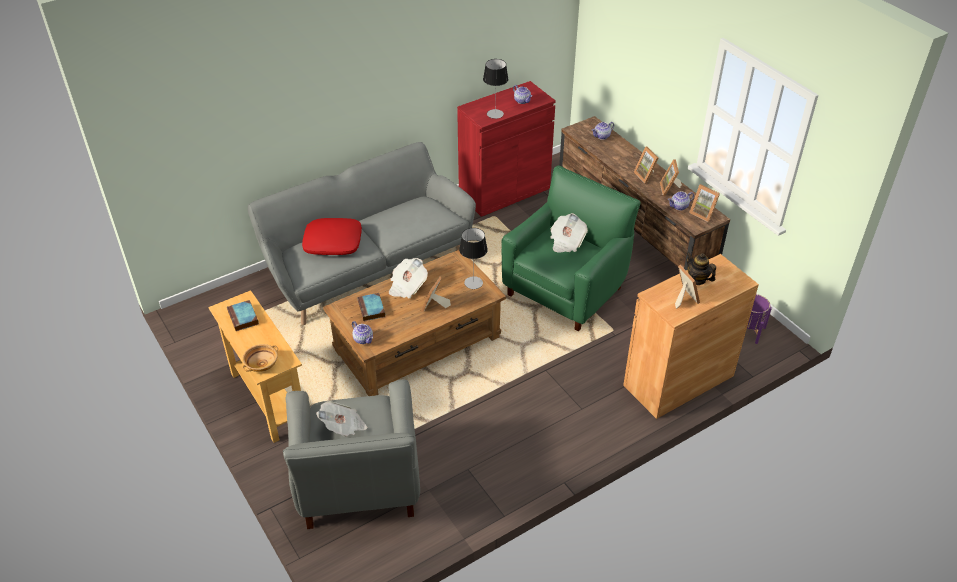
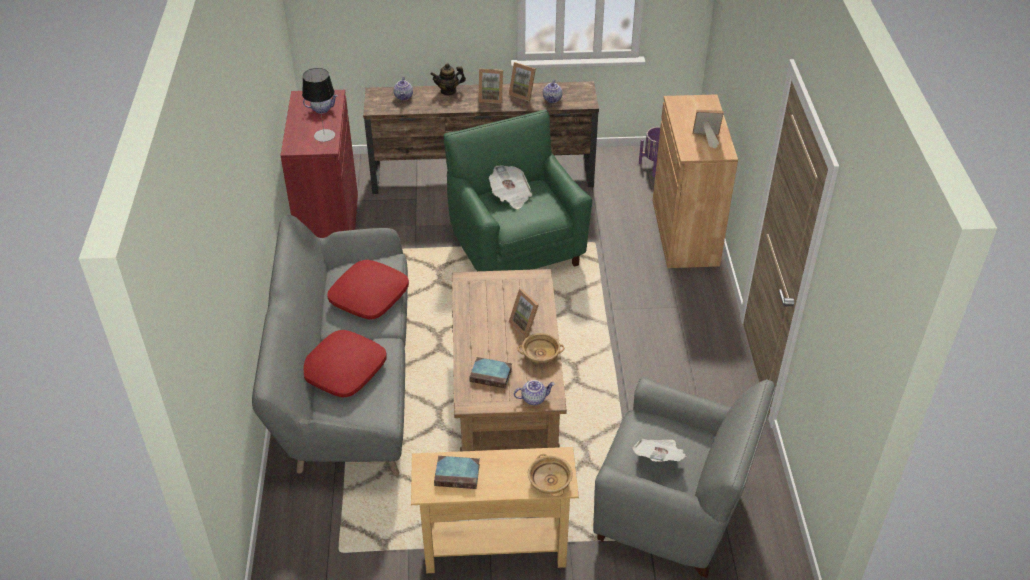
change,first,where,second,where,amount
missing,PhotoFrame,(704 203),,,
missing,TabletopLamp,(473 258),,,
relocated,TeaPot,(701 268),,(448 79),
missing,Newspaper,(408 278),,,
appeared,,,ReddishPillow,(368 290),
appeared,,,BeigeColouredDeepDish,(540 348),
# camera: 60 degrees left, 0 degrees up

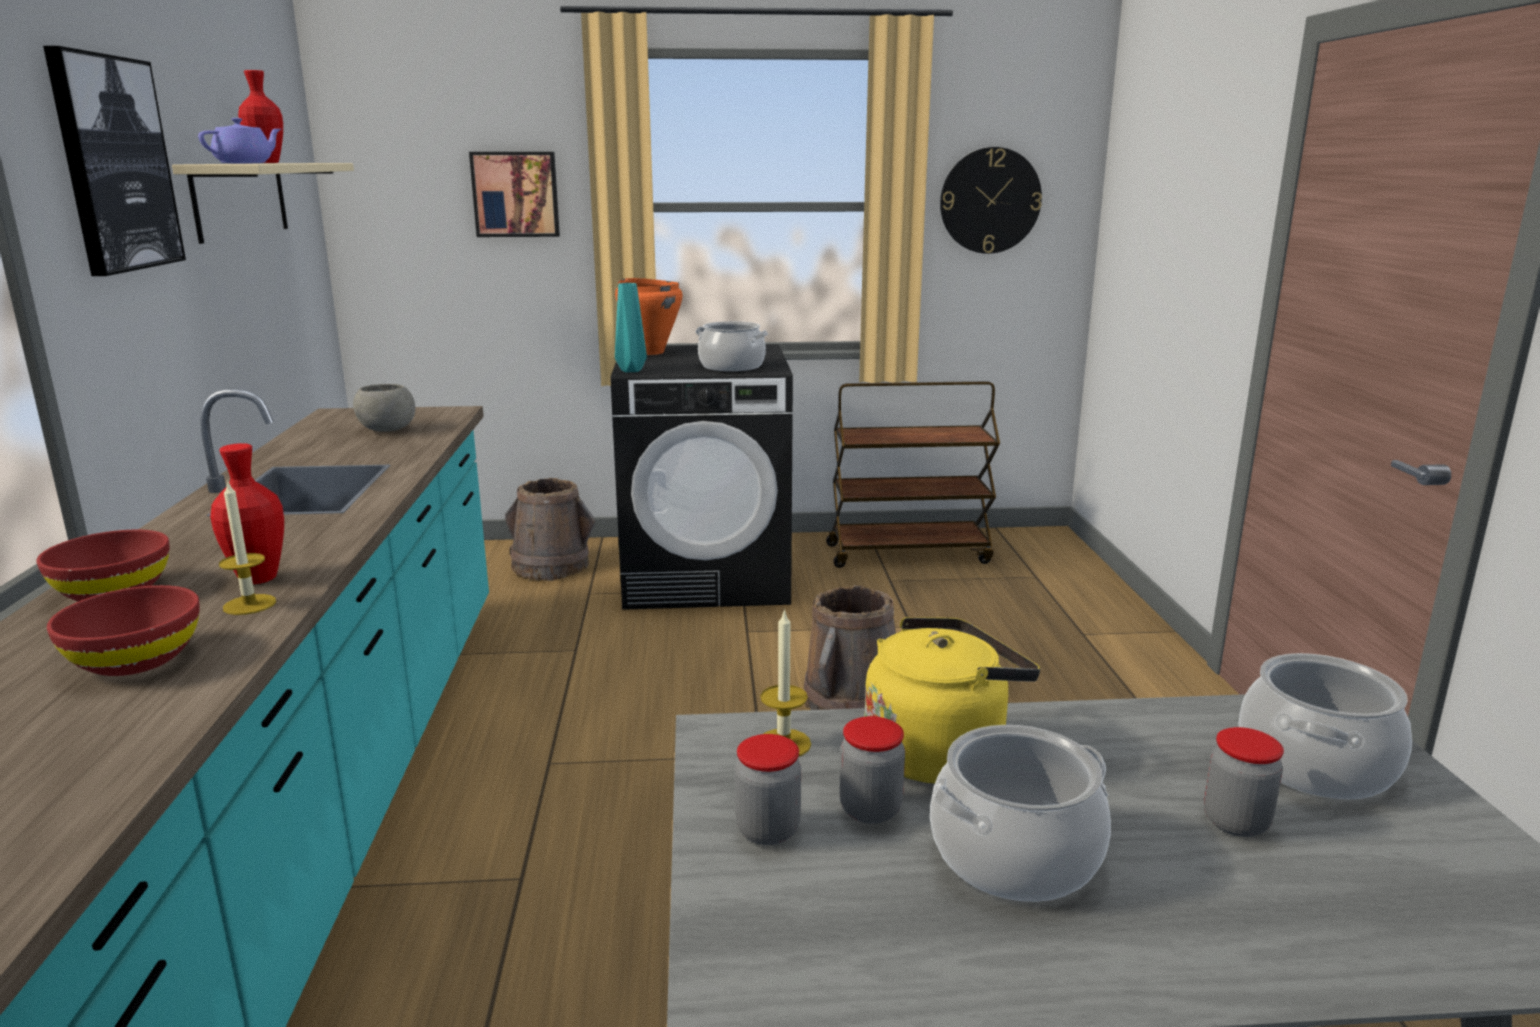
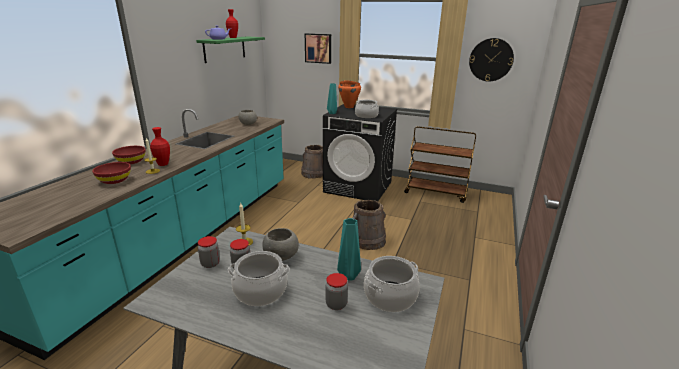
change,first,where,second,where,amount
missing,WallPicture,(114 161),,,
colour,BeigeColouredShelf,(263 203),GreenishShelf,(230 50),
exchanged,YellowColouredKettle,(952 700),GrayDeepDish,(280 244),
appeared,,,TurquoiseDecorativeVase,(349 249),
# camera: 25 degrees right, 5 degrees up

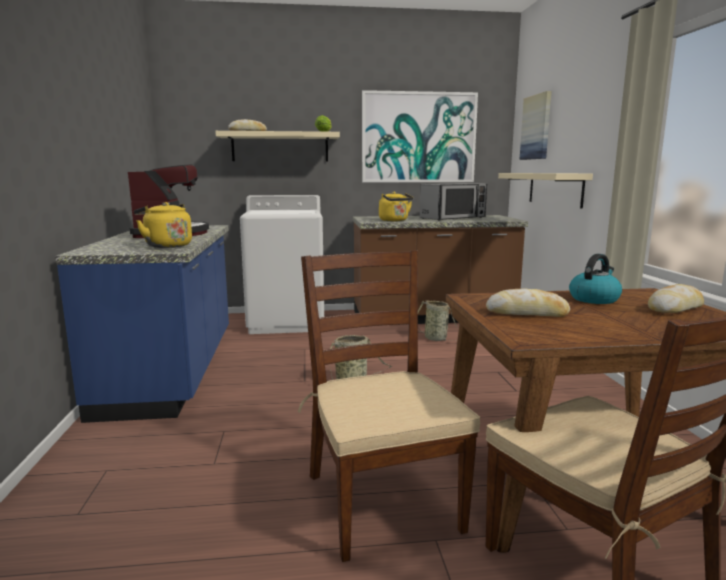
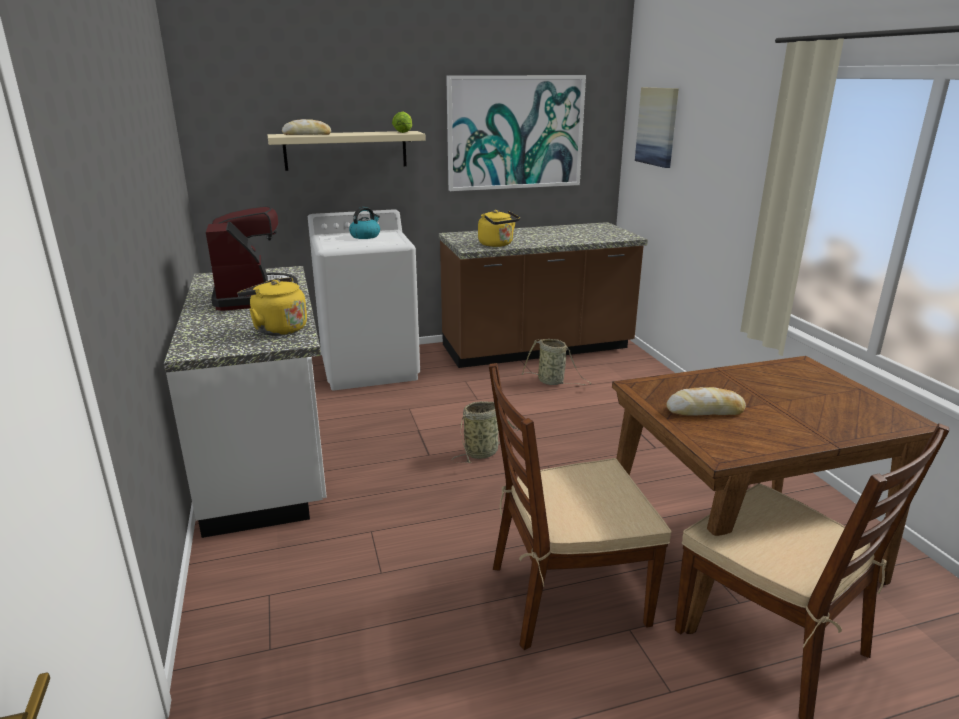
change,first,where,second,where,amount
missing,BeigeColouredShelf,(545 191),,,
missing,KitchenMicrowave,(453 202),,,
colour,BlueKitchenCounter,(142 324),WhiteColouredKitchenCounter,(245 402),
spun,BrownColouredChair,(389 406),,(580 506),75 degrees counterclockwise
relocated,Kettle,(595 279),,(364 223),
missing,BakeryBread,(676 299),,,
# camera: 10 degrees left, 10 degrees up

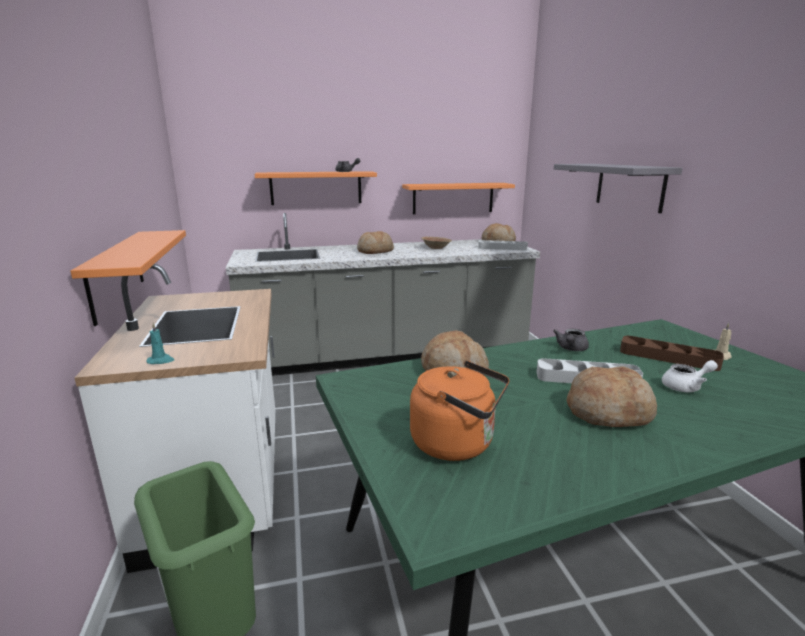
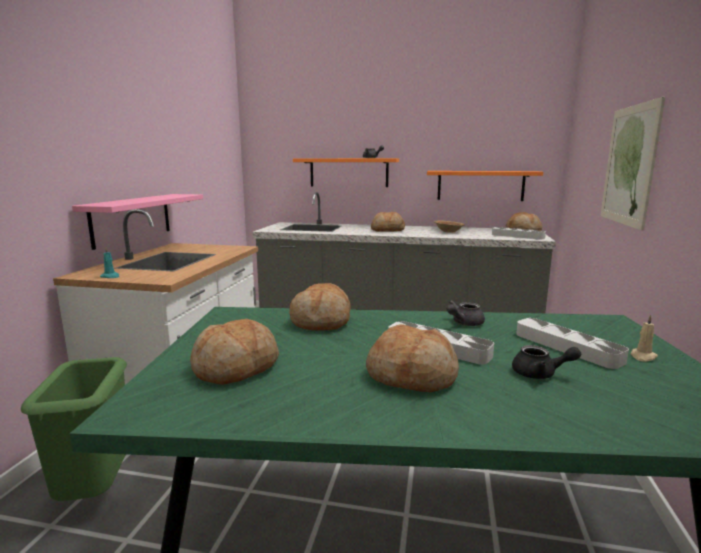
change,first,where,second,where,amount
exchanged,GrayShelf,(618 188),WallPicture,(632 163),
colour,OrangeyShelf,(128 278),PinkShelf,(137 222),
colour,BrownColouredCarryingTray,(672 353),GrayCarryingTray,(572 343),
colour,WhiteColouredTeaPot,(690 376),BlackTeaPot,(547 362),
exchanged,OrangeyKettle,(459 411),BakeryBread,(234 352),
# camera: 25 degrees right, 5 degrees down

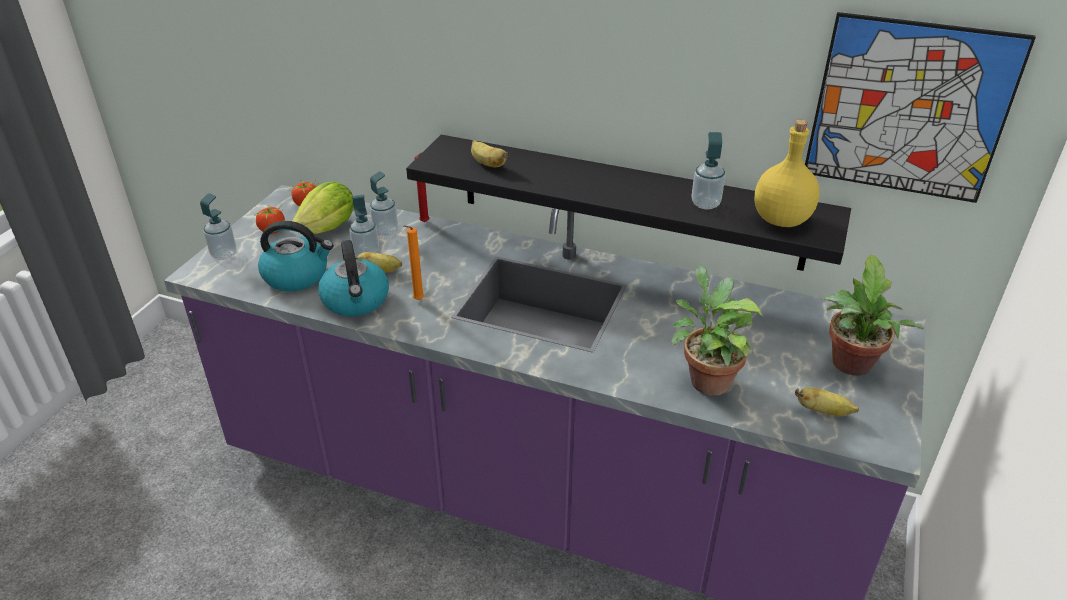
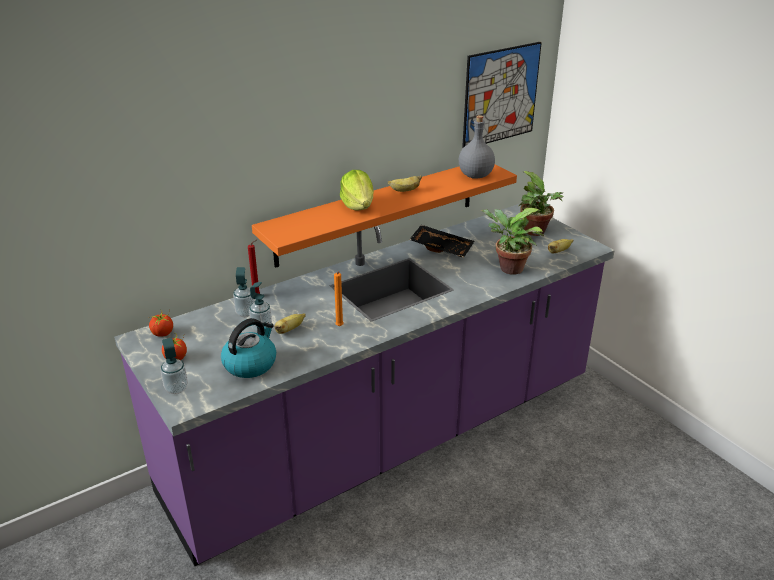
change,first,where,second,where,amount
colour,YellowColouredBottle,(787 173),GrayBottle,(477 147),
missing,SoapDispenser,(708 170),,,
colour,BlackShelf,(628 203),OrangeyShelf,(384 216),
relocated,Banana,(490 153),,(405 184),
relocated,LettuceHead,(323 207),,(357 190),
missing,Kettle,(353 278),,,
appeared,,,BlackCarryingTray,(441 241),
# camera: 55 degrees left, 5 degrees down

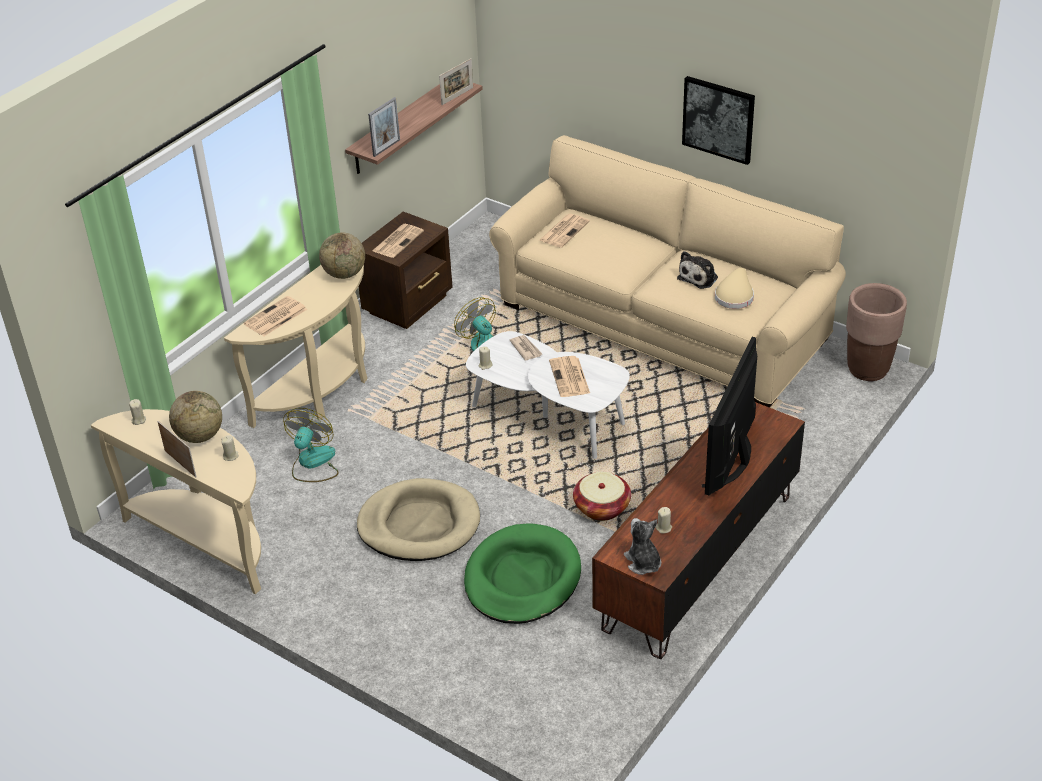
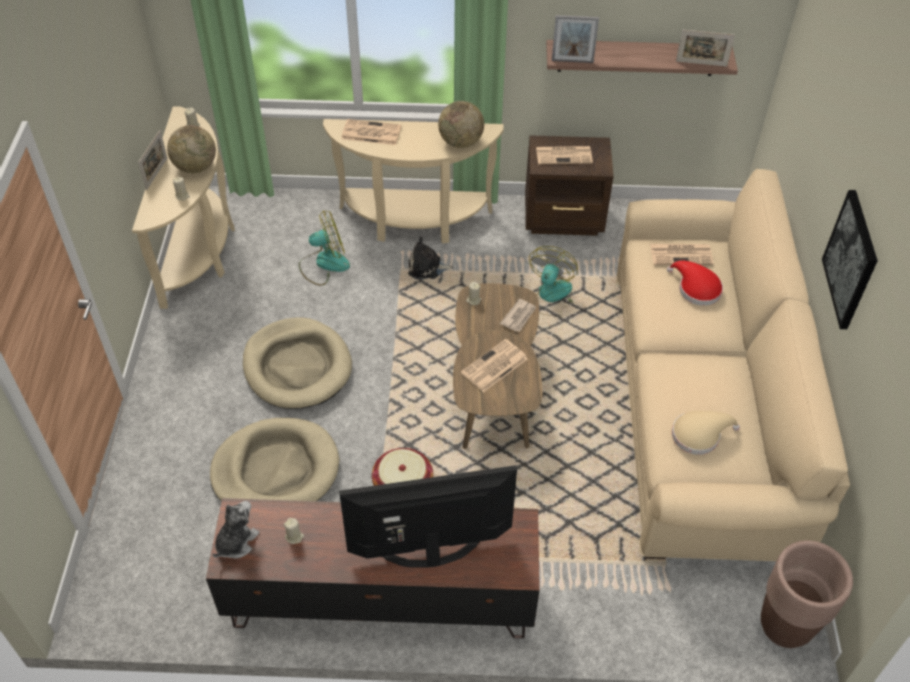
change,first,where,second,where,amount
relocated,SoftToy,(697 270),,(431 258),
colour,WhiteColouredLoungeTable,(548 395),BrownColouredLoungeTable,(498 366),
colour,GreenishDogCushion,(522 573),BeigeColouredDogCushion,(275 460),
appeared,,,ReddishClothingHat,(695 283),
# camera: 55 degrees right, 10 degrees up

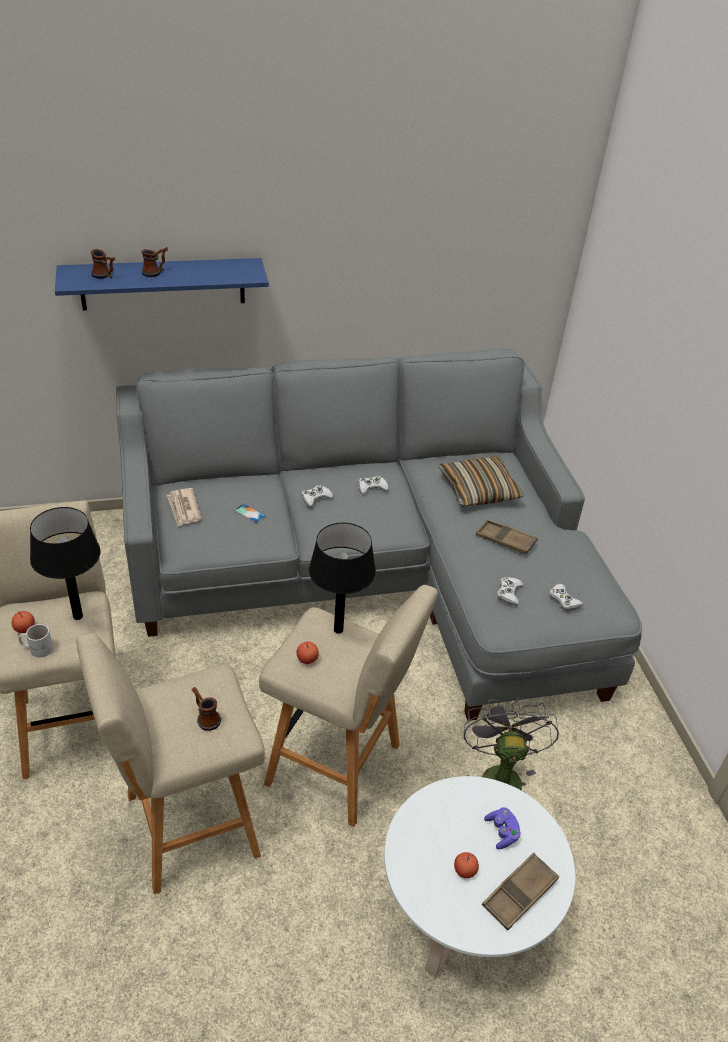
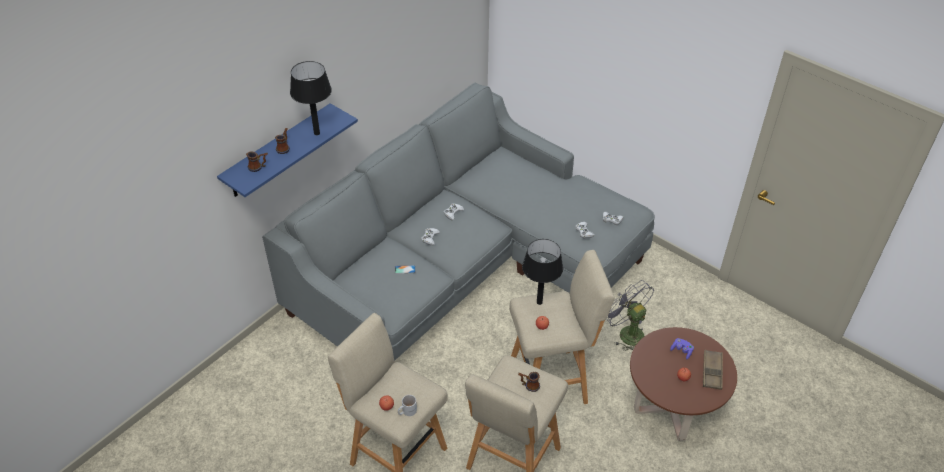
change,first,where,second,where,amount
missing,Pillow,(481 482),,,
missing,Newspaper,(184 507),,,
relocated,BlackTabletopLamp,(65 563),,(311 98),
missing,BrownColouredCarryingTray,(507 536),,,
colour,WhiteColouredLoungeTable,(479 876),BrownColouredLoungeTable,(683 384),
# camera: 35 degrees left, 5 degrees up

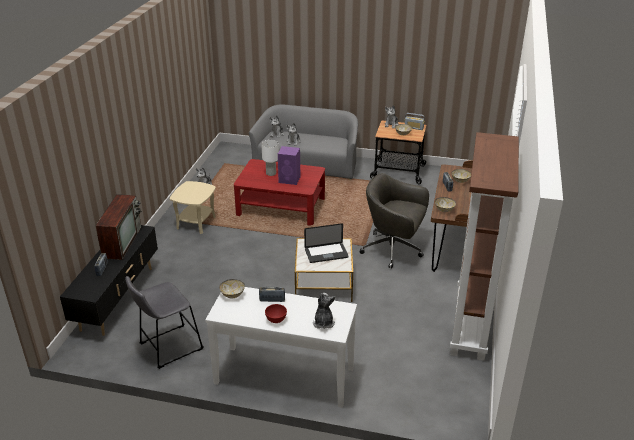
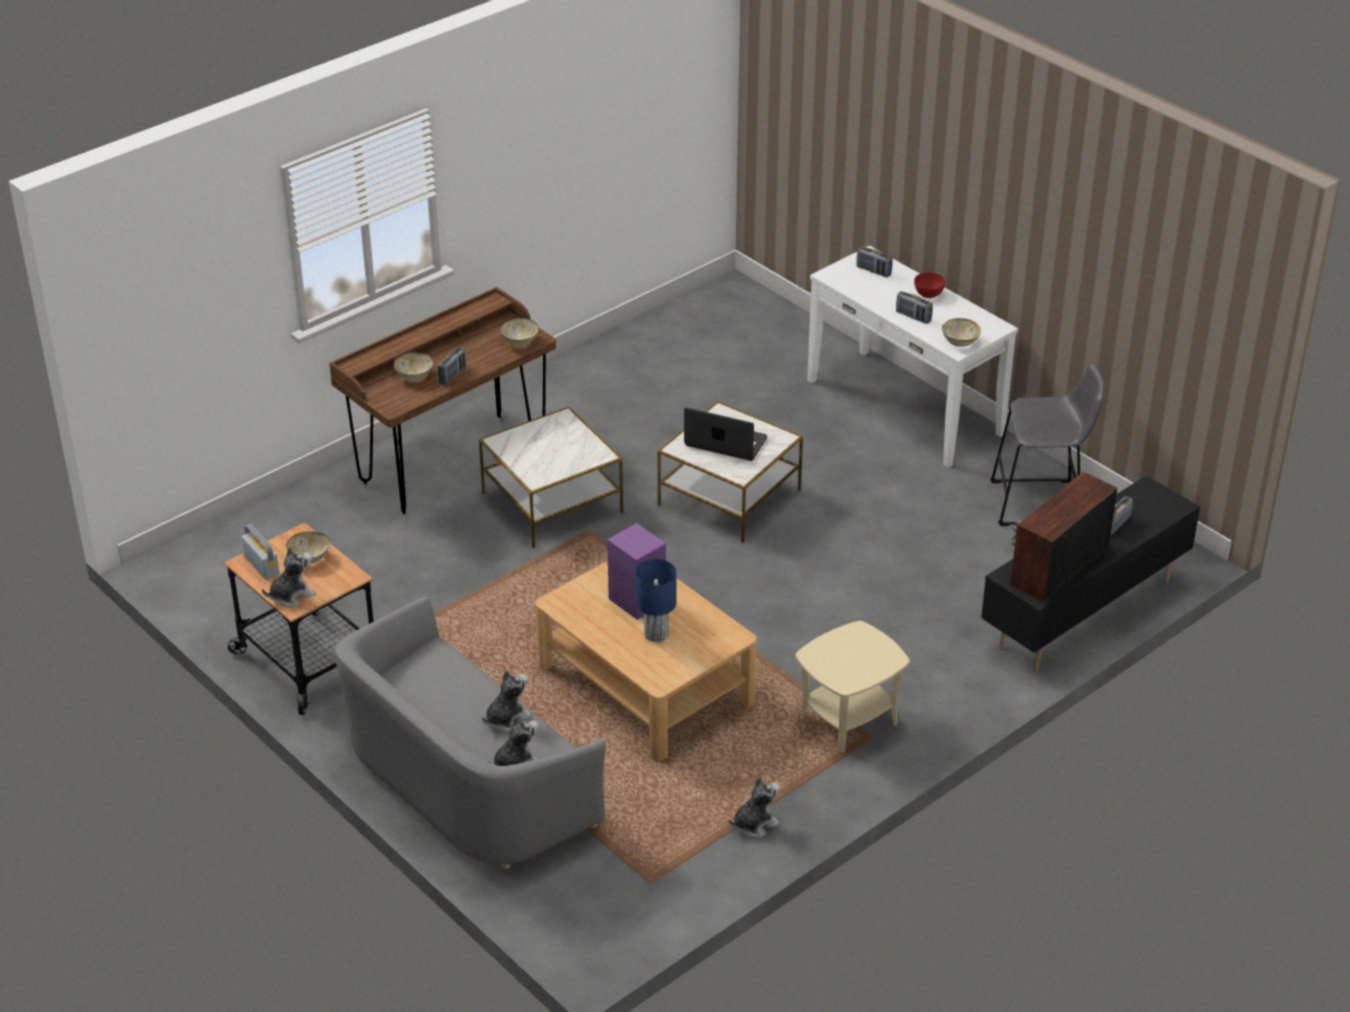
change,first,where,second,where,amount
missing,BrownColouredShelvingUnit,(484 246),,,
colour,WhiteColouredTabletopLamp,(270 158),BlueTabletopLamp,(656 600),
colour,ReddishLoungeTable,(279 192),BeigeColouredLoungeTable,(646 661),
exchanged,GrayOfficeChair,(394 220),AccentTable,(551 477),
exchanged,SoftToy,(324 311),RadioReceiver,(874 261),
# camera: 145 degrees left, 5 degrees up

